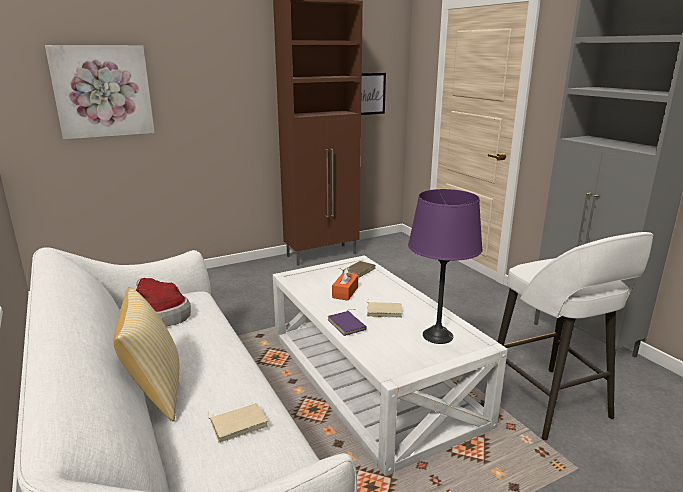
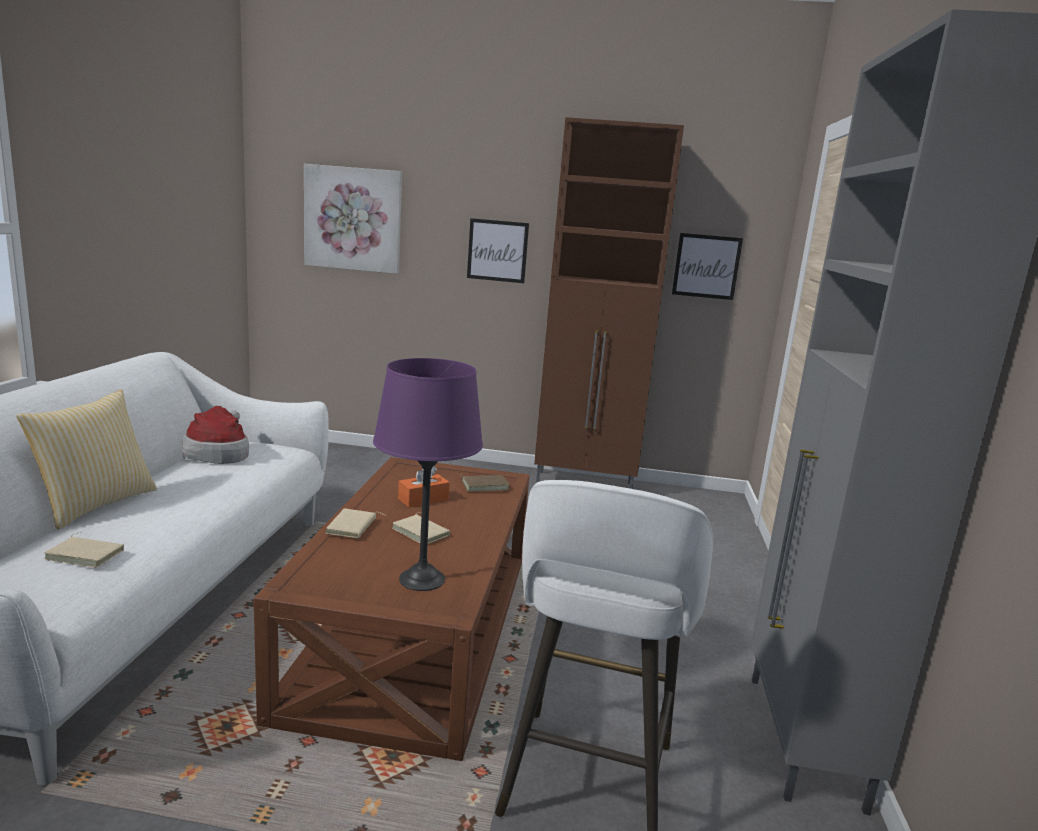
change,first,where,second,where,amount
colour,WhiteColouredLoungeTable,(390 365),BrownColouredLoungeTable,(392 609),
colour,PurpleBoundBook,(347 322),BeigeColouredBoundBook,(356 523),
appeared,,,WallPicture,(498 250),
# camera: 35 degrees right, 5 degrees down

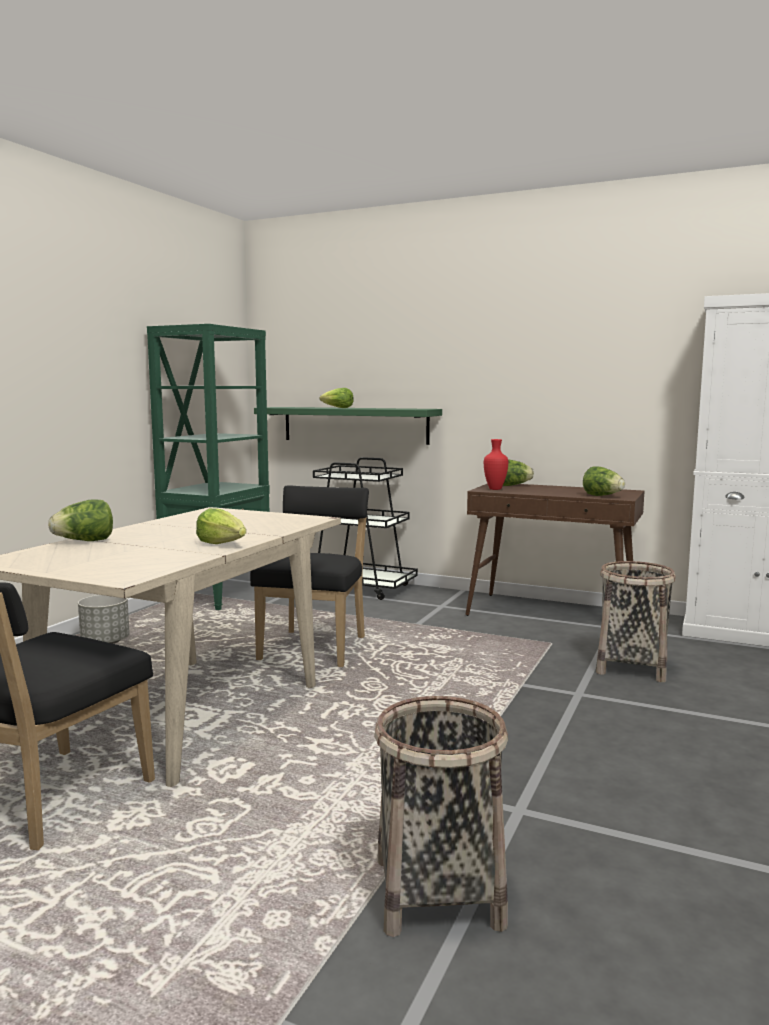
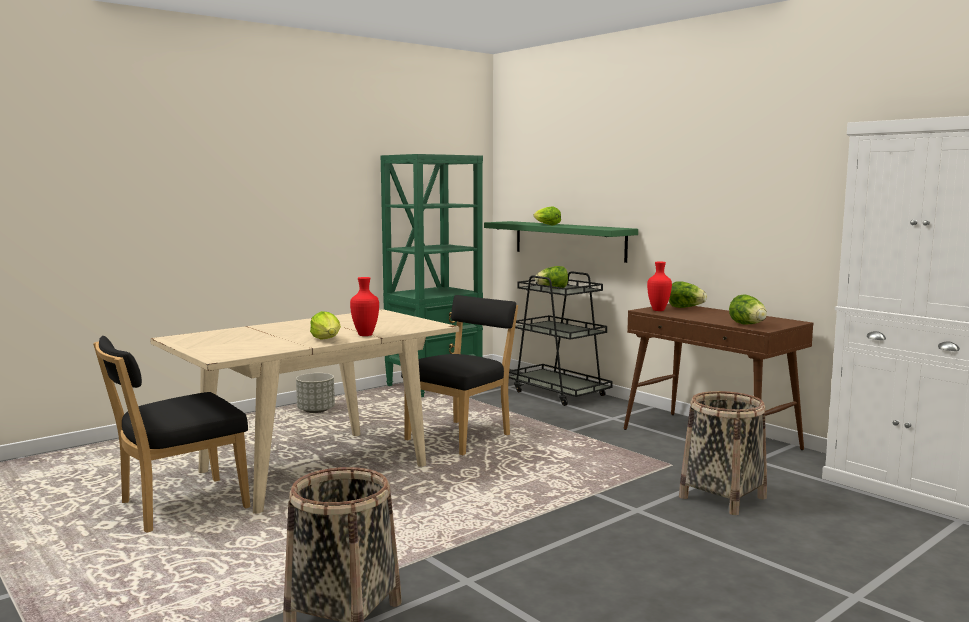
change,first,where,second,where,amount
relocated,LettuceHead,(80 520),,(551 277),
appeared,,,ReddishDecorativeVase,(364 306),
# camera: 25 degrees right, 0 degrees up

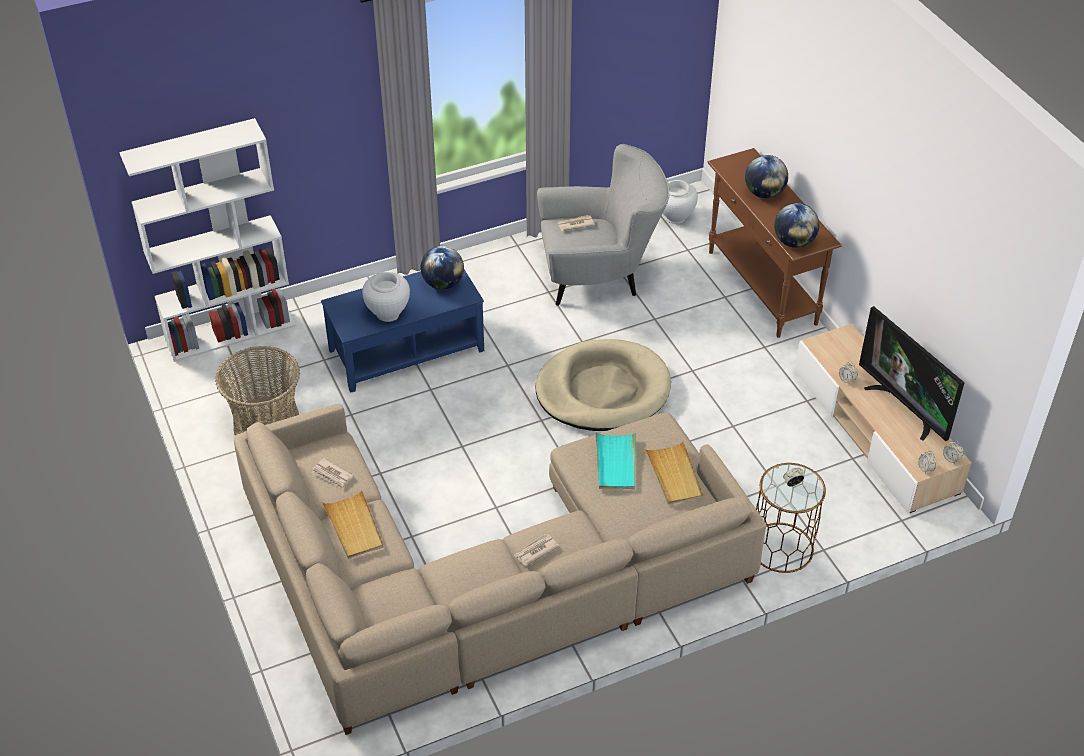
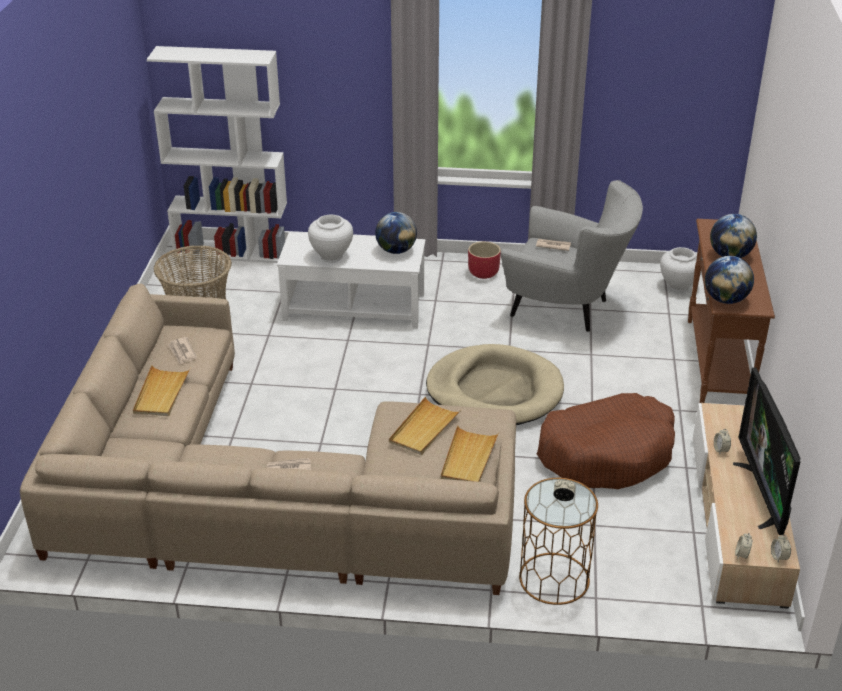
change,first,where,second,where,amount
colour,BlueLoungeTable,(402 331),WhiteColouredLoungeTable,(351 280),
colour,TurquoiseCarryingTray,(615 460),BeigeColouredCarryingTray,(425 426),
appeared,,,ReddishPlantPot,(484 260),
appeared,,,BrownColouredDogCushion,(606 441),
# camera: 30 degrees right, 10 degrees down

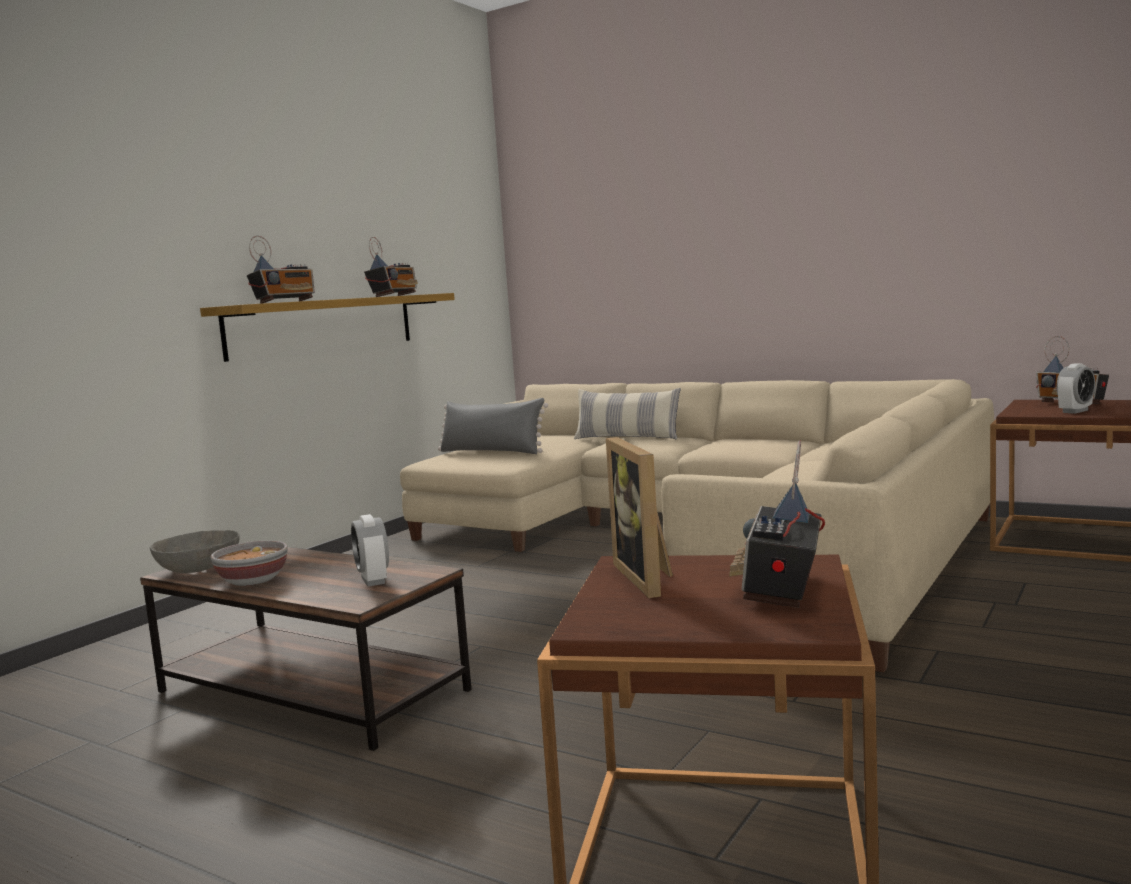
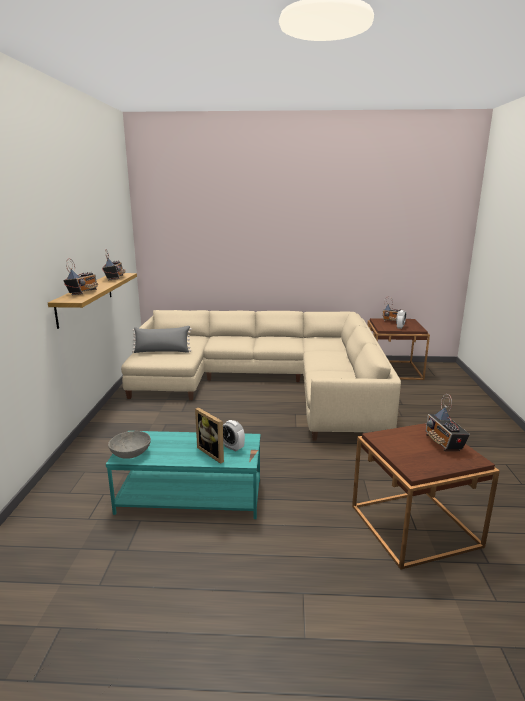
change,first,where,second,where,amount
missing,Pillow,(627 413),,,
relocated,PhotoFrame,(639 517),,(209 436),
missing,DeepDish,(249 563),,,
colour,BrownColouredLoungeTable,(306 649),TurquoiseLoungeTable,(183 475),
# camera: 30 degrees left, 10 degrees up

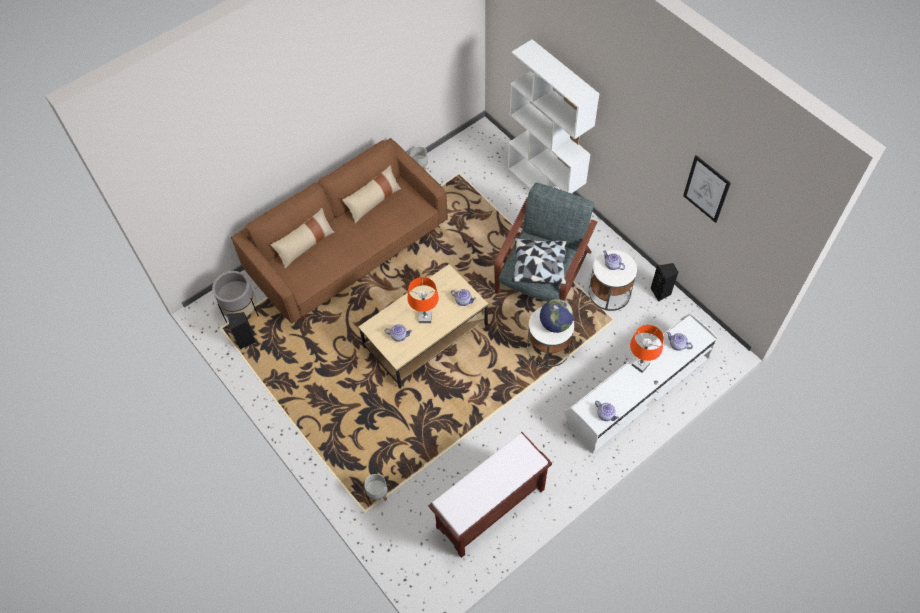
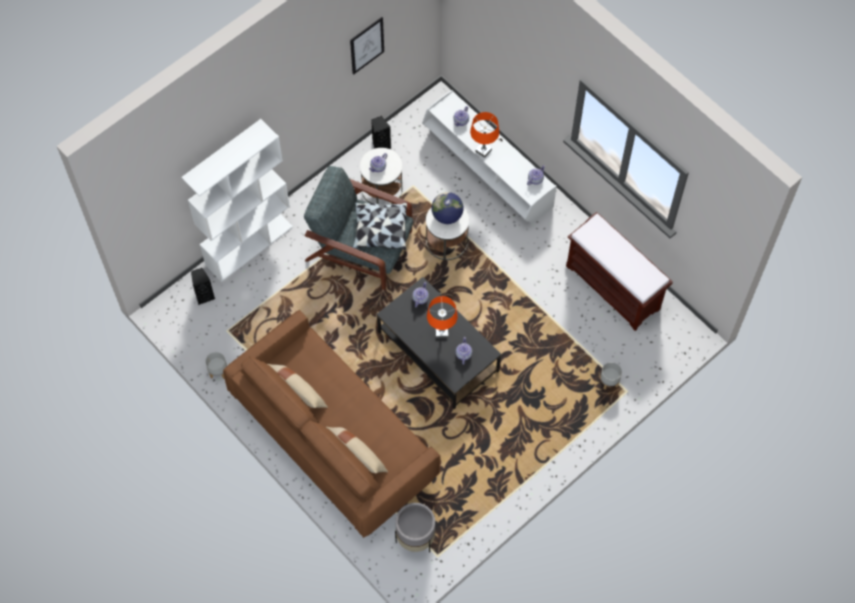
change,first,where,second,where,amount
colour,BeigeColouredLoungeTable,(423 326),BlackLoungeTable,(439 343),
relocated,BlackLoudspeaker,(241 330),,(203 286),
# camera: 95 degrees left, 5 degrees up

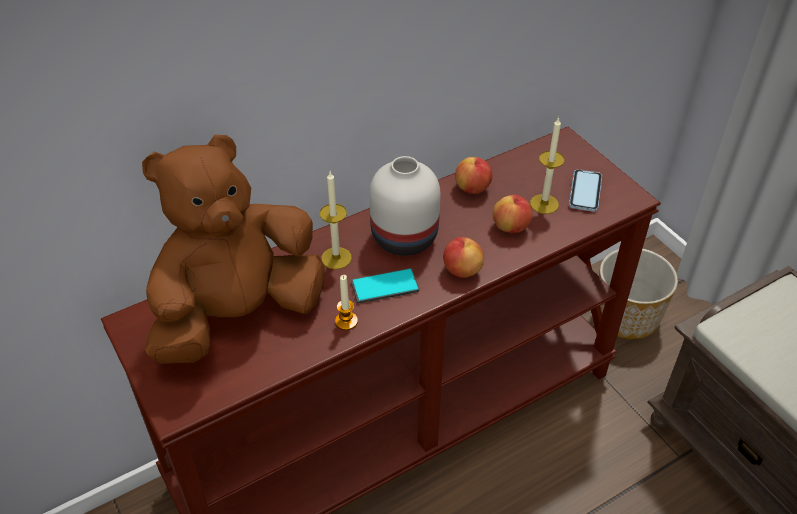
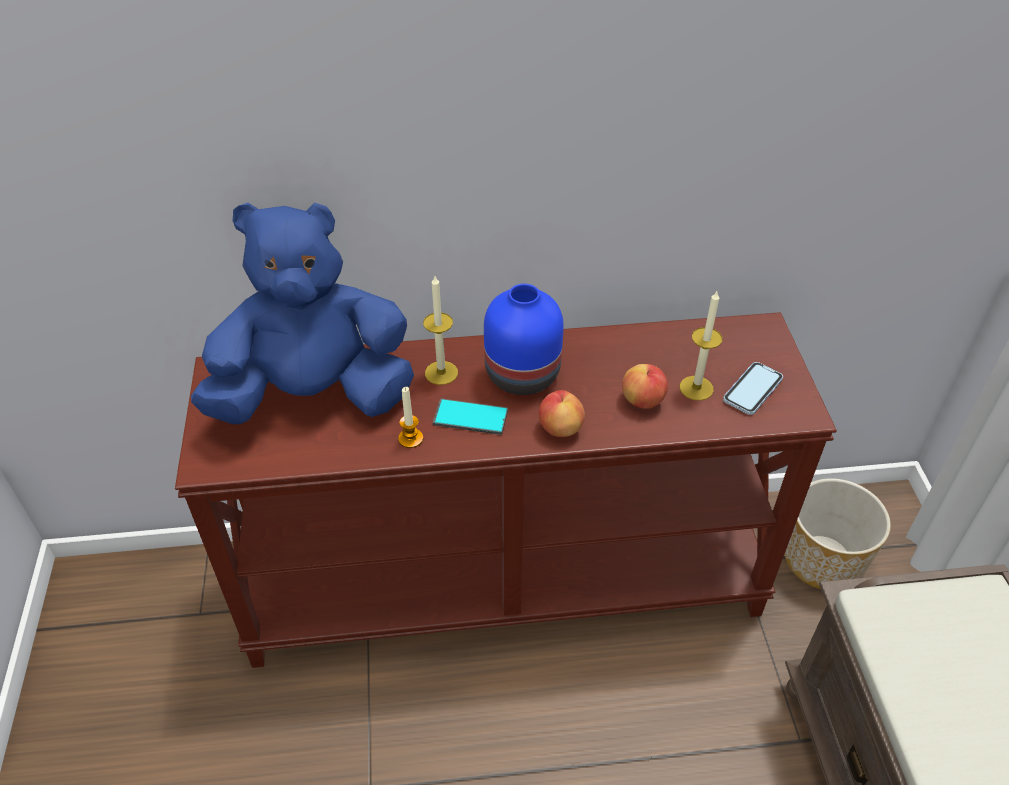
change,first,where,second,where,amount
colour,BrownColouredSoftToy,(233 249),BlueSoftToy,(302 313),
colour,WhiteColouredDecorativeVase,(404 206),BlueDecorativeVase,(524 339),
missing,Apple,(473 175),,,
# camera: 25 degrees right, 0 degrees up

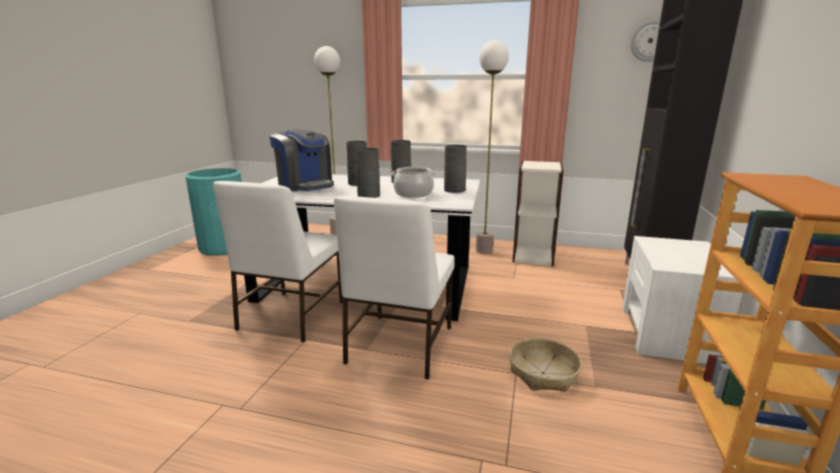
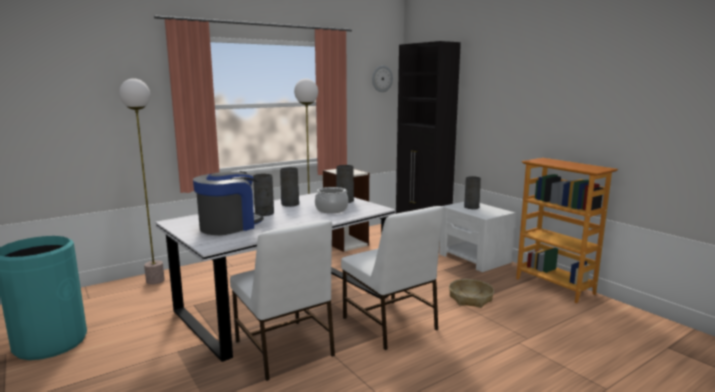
change,first,where,second,where,amount
spun,CoffeeBrewer,(301 160),,(228 203),45 degrees counterclockwise
relocated,GrayDecorativeVase,(368 173),,(472 192),
# camera: 50 degrees left, 5 degrees down

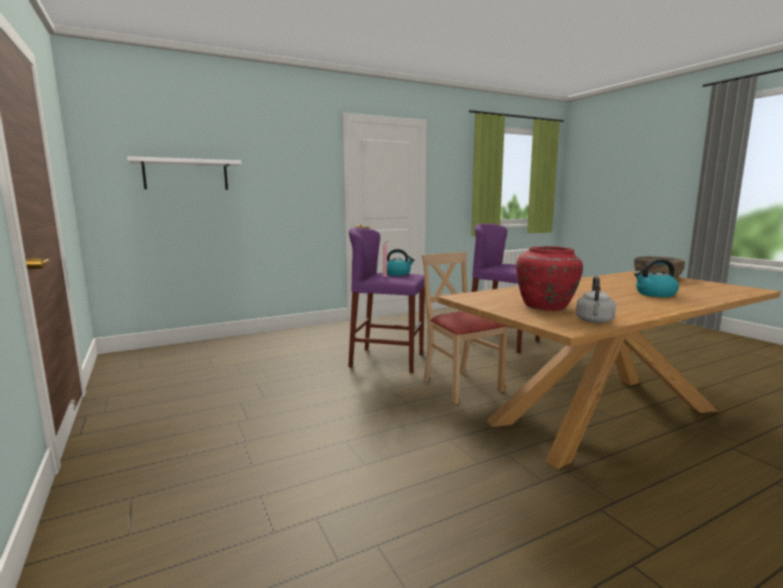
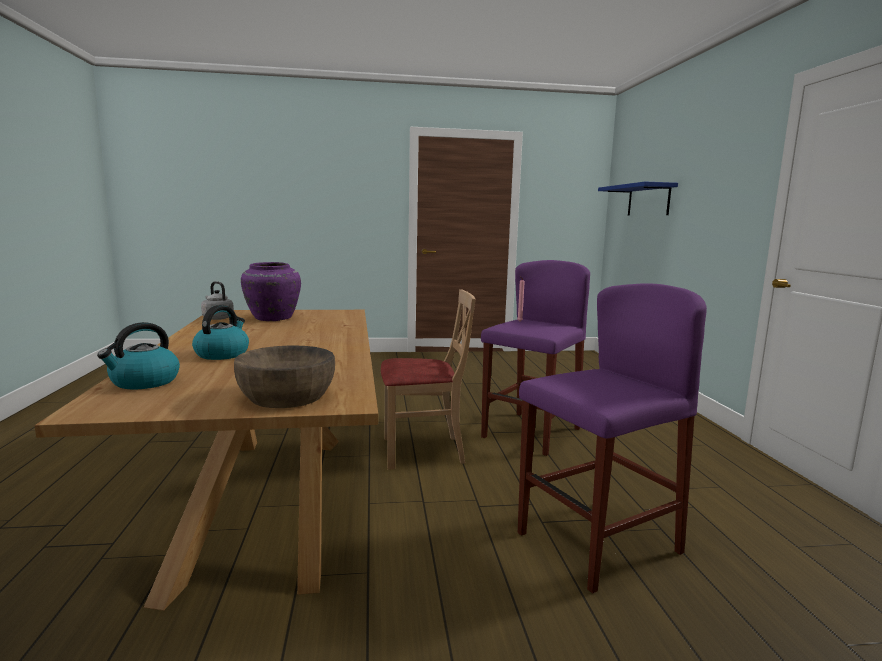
change,first,where,second,where,amount
colour,WhiteColouredShelf,(184 173),BlueShelf,(638 198),
colour,ReddishDecorativeVase,(549 278),PurpleDecorativeVase,(271 291),
relocated,Kettle,(401 262),,(138 355),
# camera: 110 degrees right, 0 degrees up

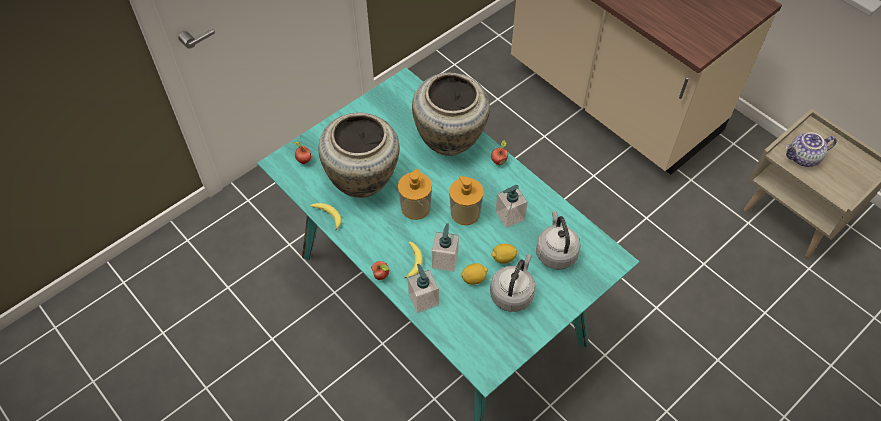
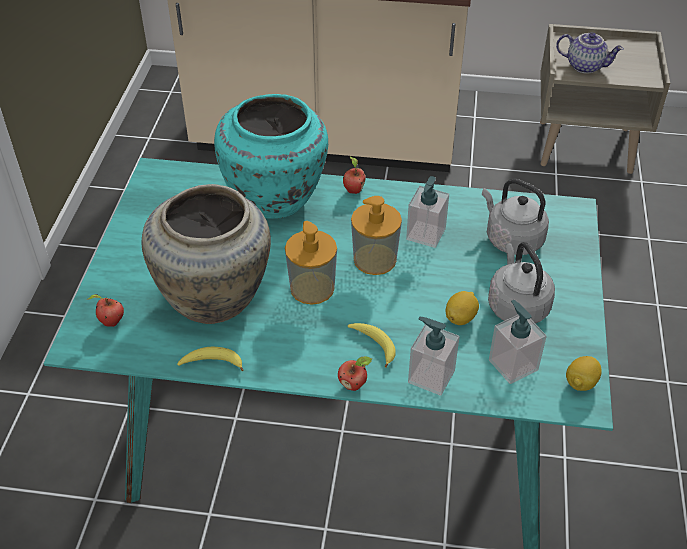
change,first,where,second,where,amount
colour,BeigeColouredDecorativeVase,(451 114),TurquoiseDecorativeVase,(271 156),
spun,TeaPot,(811 149),,(590 53),105 degrees counterclockwise
relocated,SoapDispenser,(445 247),,(518 342),
relocated,CitrusFruit,(504 254),,(584 373),
# camera: 40 degrees left, 10 degrees down

